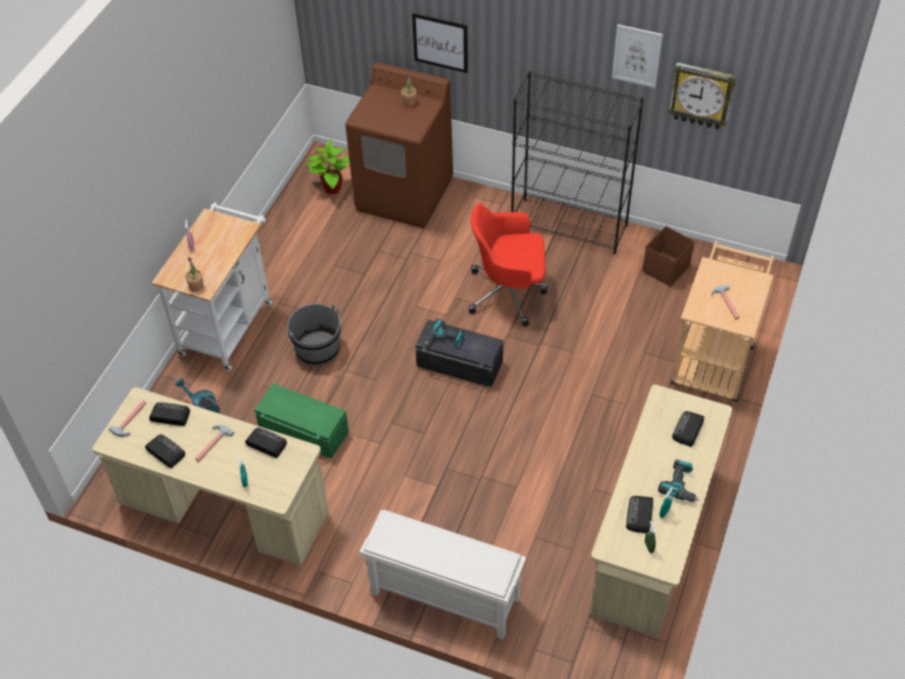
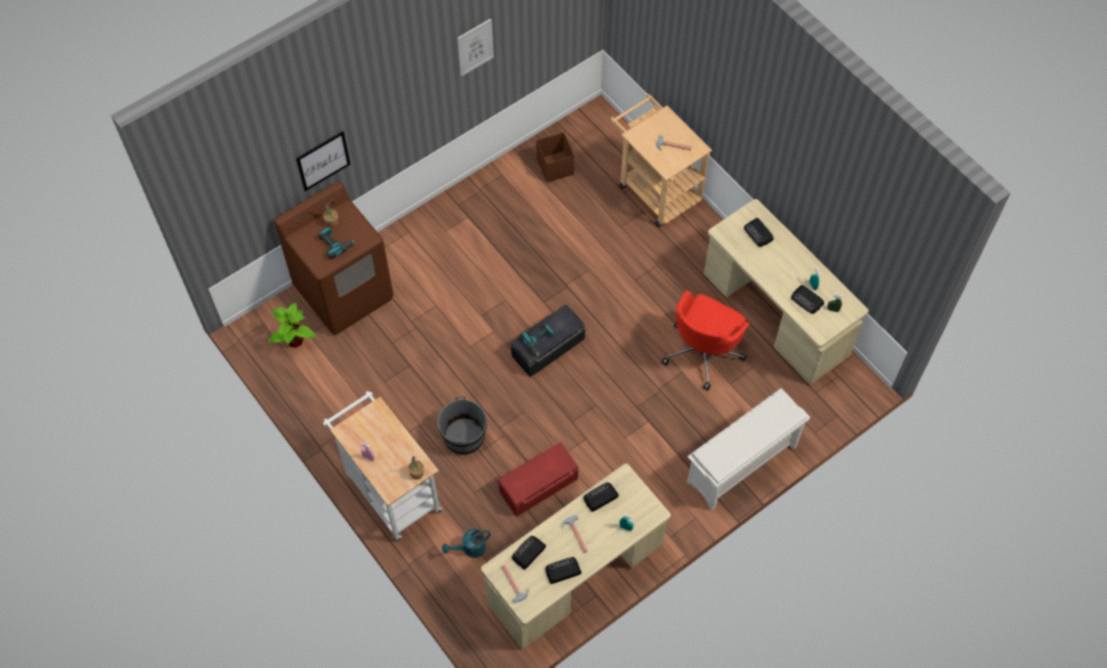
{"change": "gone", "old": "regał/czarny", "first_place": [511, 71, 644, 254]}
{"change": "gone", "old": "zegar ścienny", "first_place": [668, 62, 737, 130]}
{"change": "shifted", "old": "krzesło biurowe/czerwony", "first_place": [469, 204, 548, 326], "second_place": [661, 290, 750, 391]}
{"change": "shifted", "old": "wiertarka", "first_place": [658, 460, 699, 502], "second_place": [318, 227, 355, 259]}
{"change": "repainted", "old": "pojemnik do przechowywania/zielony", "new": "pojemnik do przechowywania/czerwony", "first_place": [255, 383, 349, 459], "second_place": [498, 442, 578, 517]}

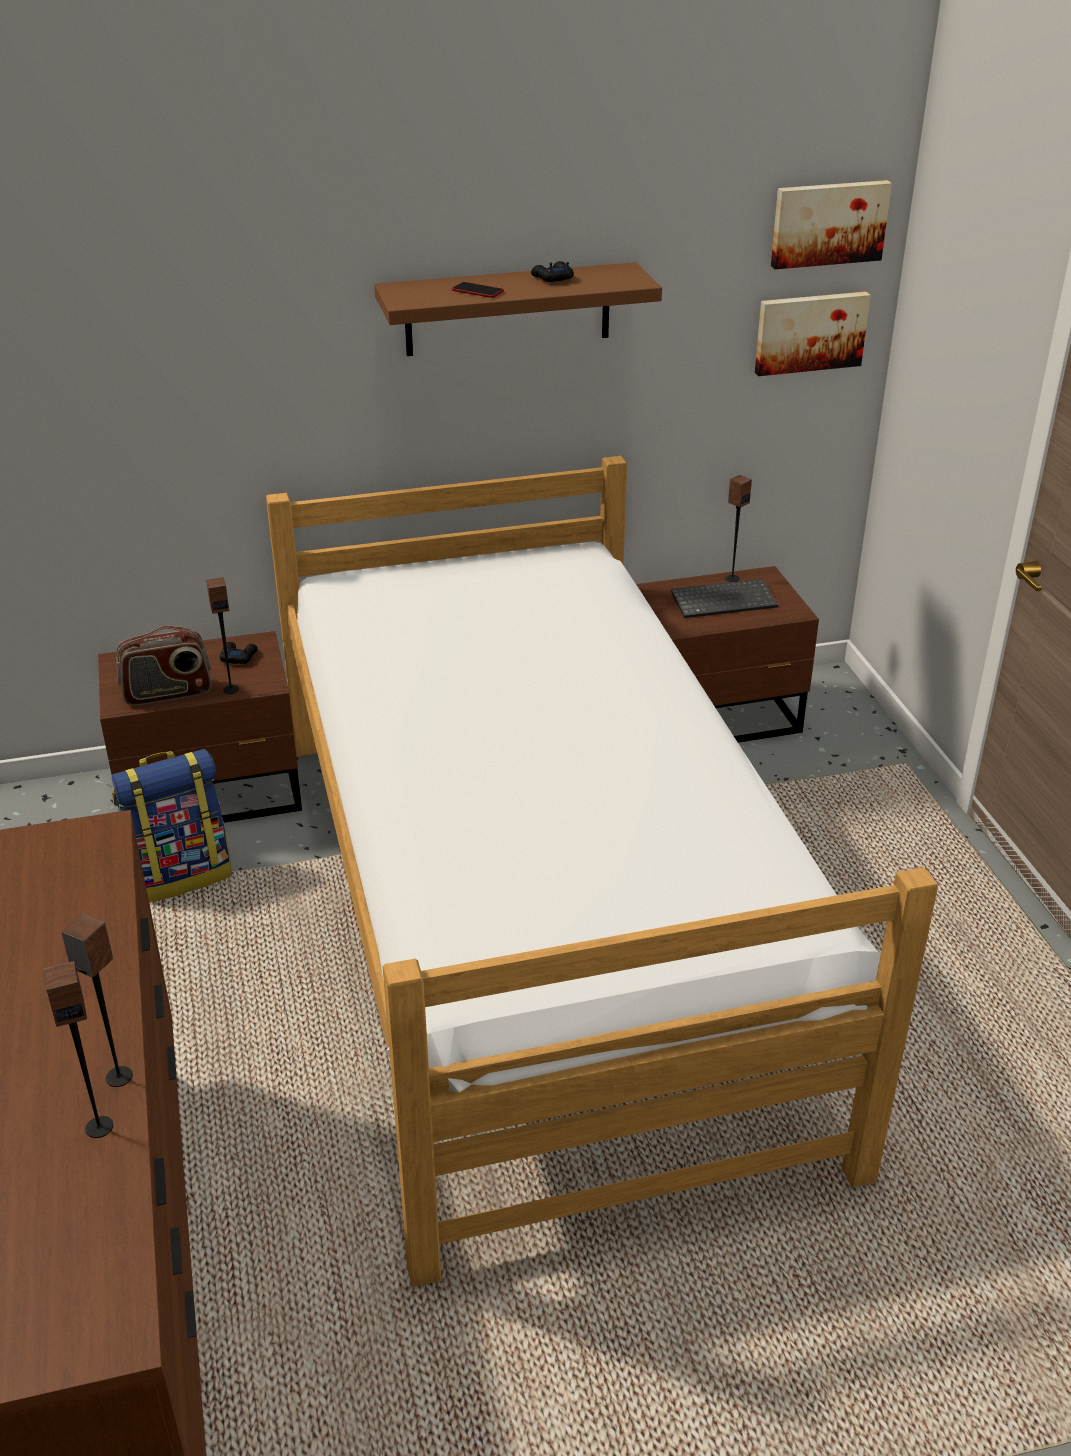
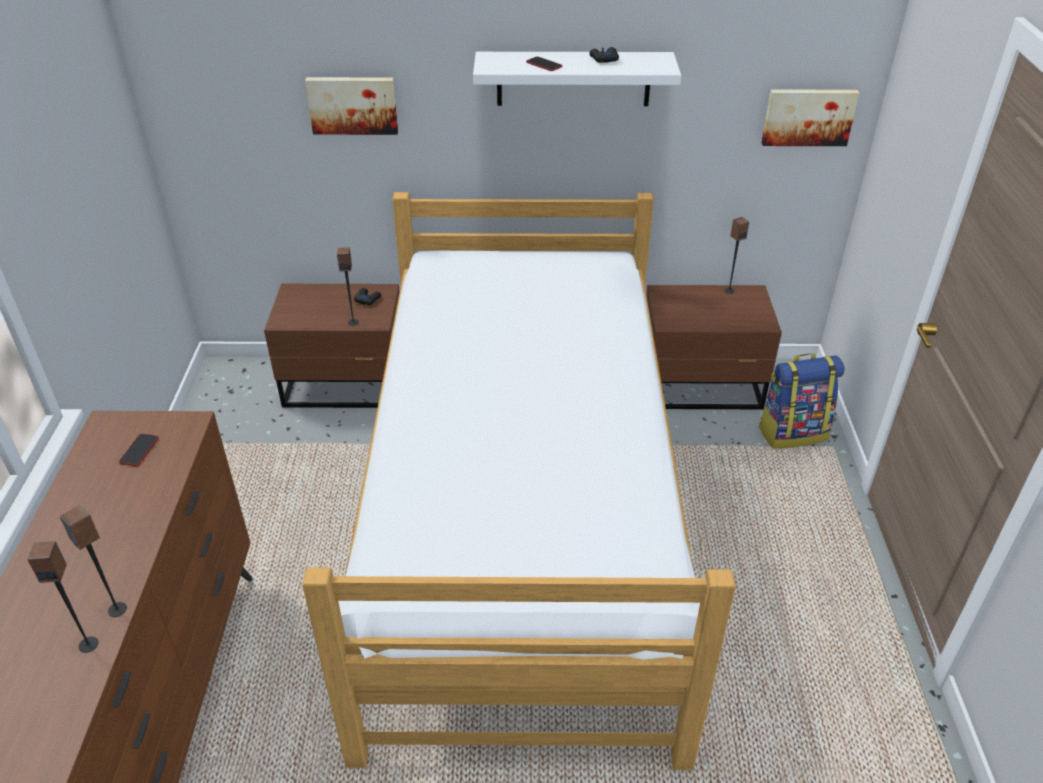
{"change": "gone", "old": "radio", "first_place": [116, 626, 211, 706]}
{"change": "gone", "old": "klawiatura", "first_place": [671, 579, 778, 618]}
{"change": "new", "new": "telefon", "second_place": [119, 434, 159, 466]}
{"change": "shifted", "old": "plecak", "first_place": [112, 749, 232, 902], "second_place": [759, 353, 844, 449]}
{"change": "shifted", "old": "obraz", "first_place": [771, 180, 892, 269], "second_place": [305, 77, 398, 135]}
{"change": "repainted", "old": "półka/brązowy", "new": "półka/biały", "first_place": [374, 262, 662, 356], "second_place": [473, 52, 681, 106]}

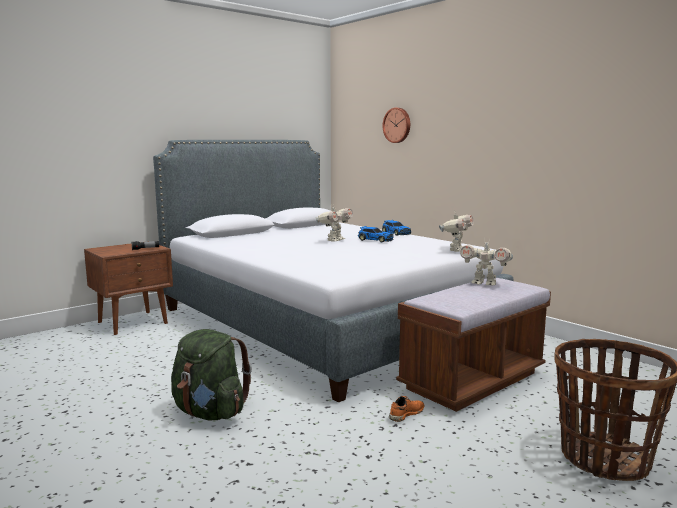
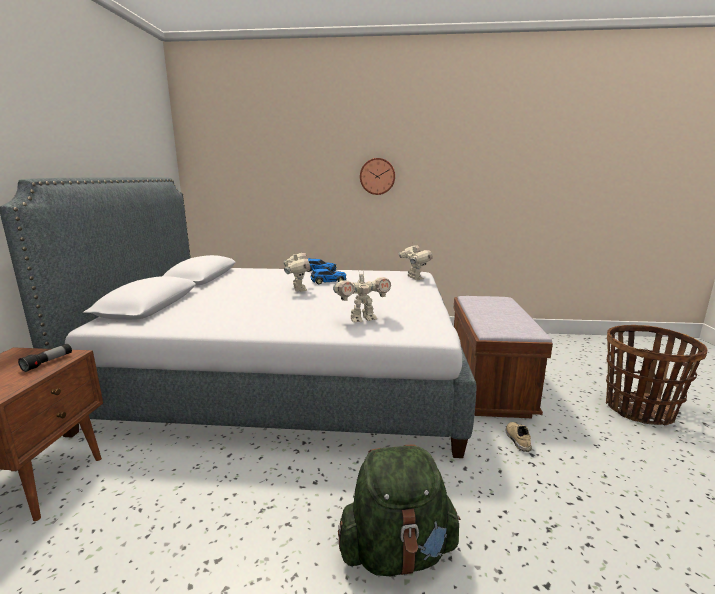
{"change": "shifted", "old": "zegar ścienny", "first_place": [383, 108, 410, 143], "second_place": [360, 158, 395, 195]}
{"change": "shifted", "old": "robot zabawkowy", "first_place": [460, 239, 513, 285], "second_place": [333, 269, 391, 322]}
{"change": "repainted", "old": "but/pomarańczowy", "new": "but/beżowy", "first_place": [389, 396, 424, 422], "second_place": [506, 422, 532, 452]}

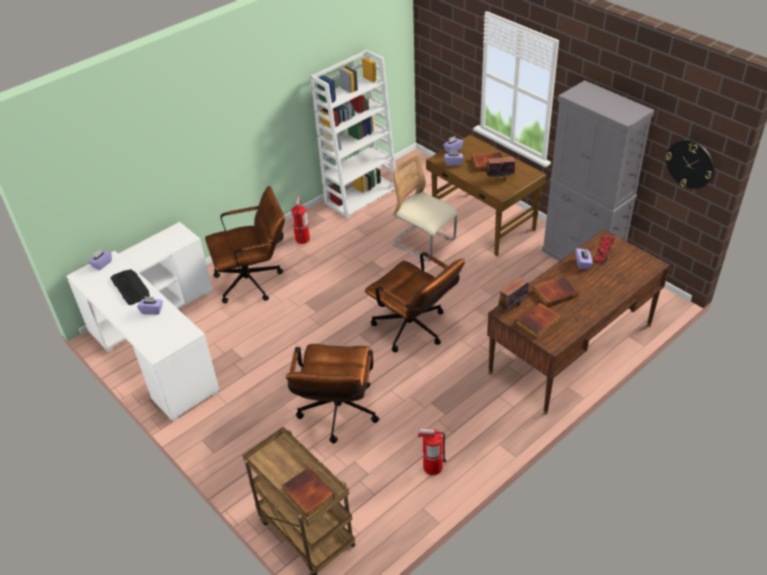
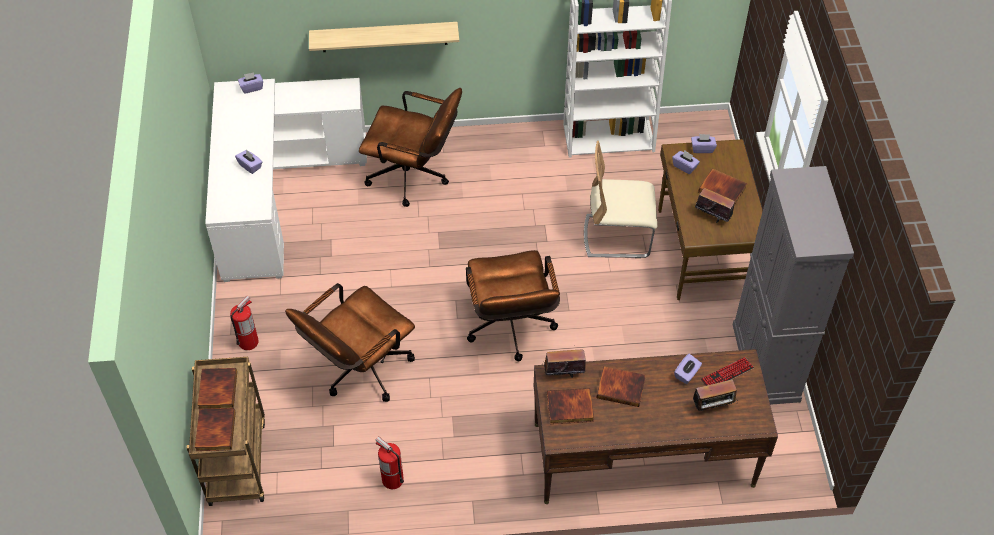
{"change": "gone", "old": "klawiatura", "first_place": [110, 269, 150, 305]}
{"change": "gone", "old": "zegar ścienny", "first_place": [666, 140, 714, 189]}
{"change": "new", "new": "książka", "second_place": [197, 368, 237, 409]}
{"change": "new", "new": "półka", "second_place": [309, 22, 459, 52]}
{"change": "new", "new": "radio", "second_place": [693, 379, 738, 411]}
{"change": "shifted", "old": "gaśnica", "first_place": [291, 196, 310, 244], "second_place": [230, 296, 259, 350]}
{"change": "rotated", "old": "krzesło/beżowy", "first_place": [392, 154, 458, 261], "second_place": [584, 141, 657, 258], "degrees": -75}

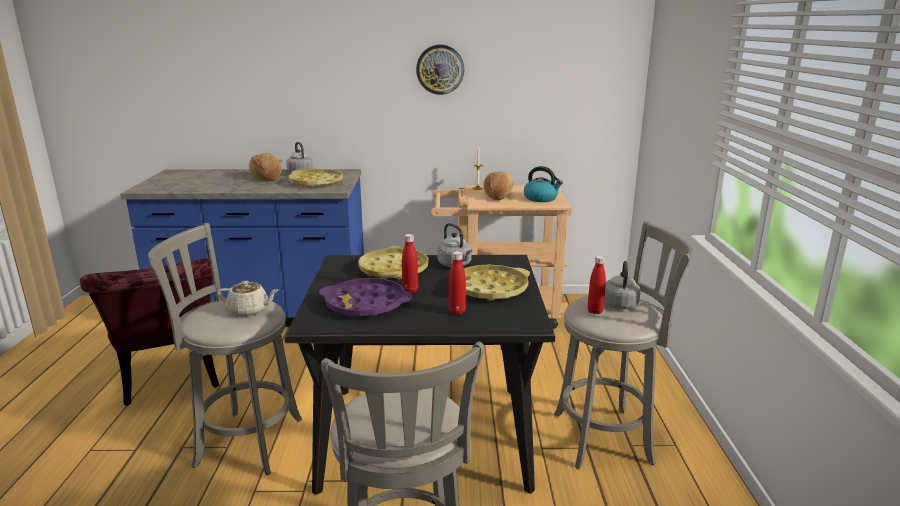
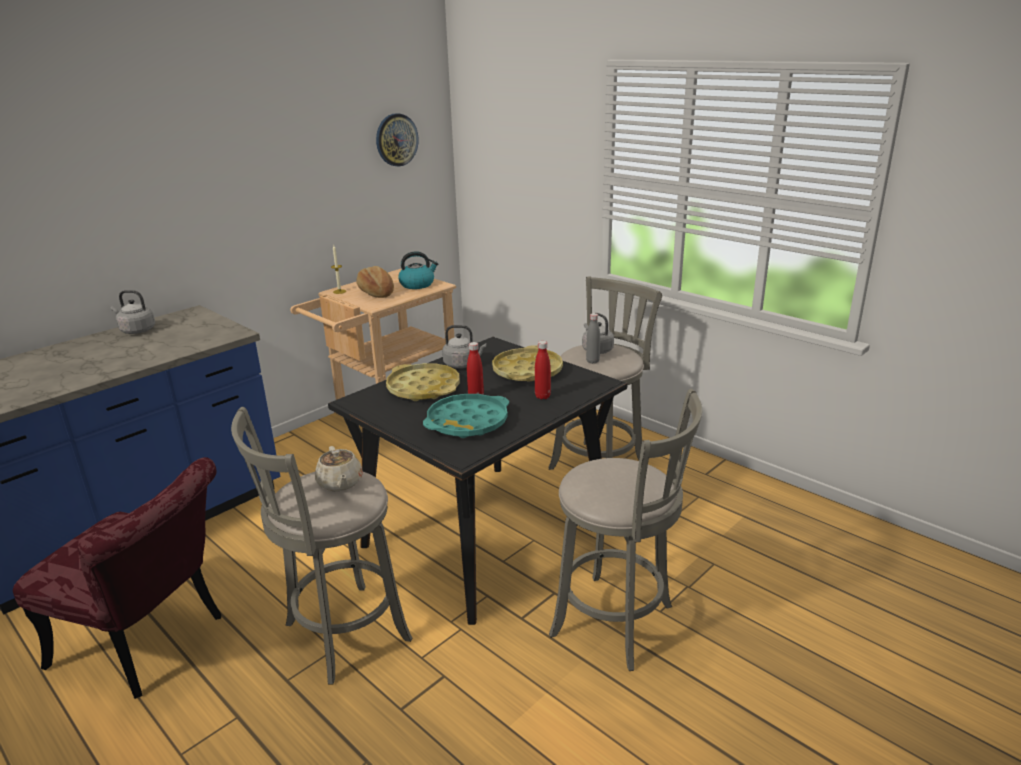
{"change": "gone", "old": "chleb", "first_place": [249, 153, 282, 181]}
{"change": "gone", "old": "taca/żółty", "first_place": [289, 169, 343, 188]}
{"change": "shifted", "old": "zegar ścienny", "first_place": [416, 45, 464, 95], "second_place": [376, 113, 419, 166]}
{"change": "repainted", "old": "taca/fioletowy", "new": "taca/turkusowy", "first_place": [319, 278, 412, 317], "second_place": [423, 394, 509, 438]}
{"change": "repainted", "old": "butelka/czerwony", "new": "butelka/szary", "first_place": [588, 256, 606, 314], "second_place": [586, 313, 600, 364]}
{"change": "rotated", "old": "imbryk/beżowy", "first_place": [217, 281, 279, 316], "second_place": [315, 446, 362, 492], "degrees": 105}

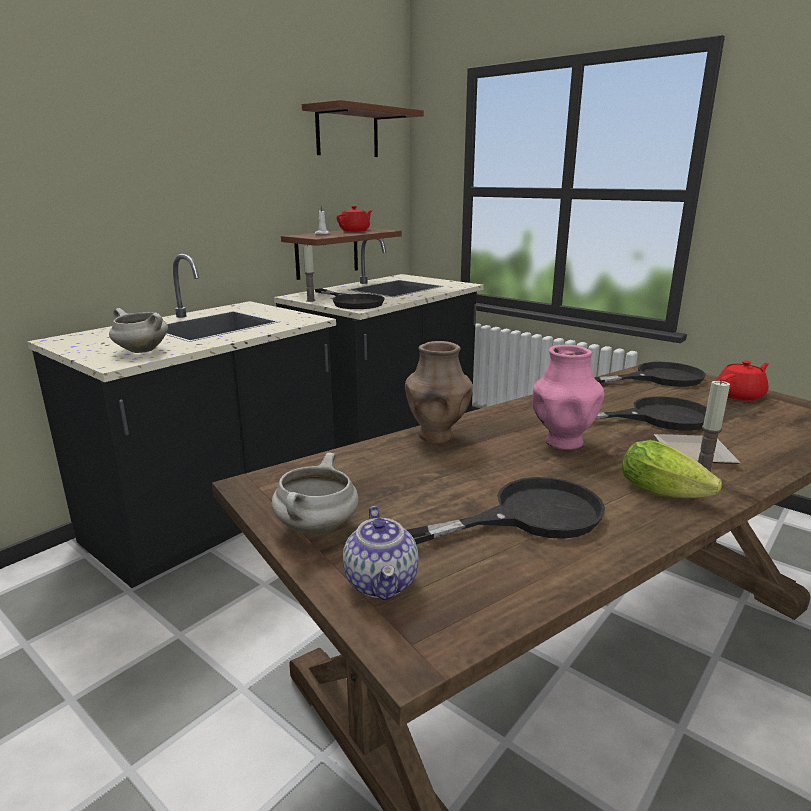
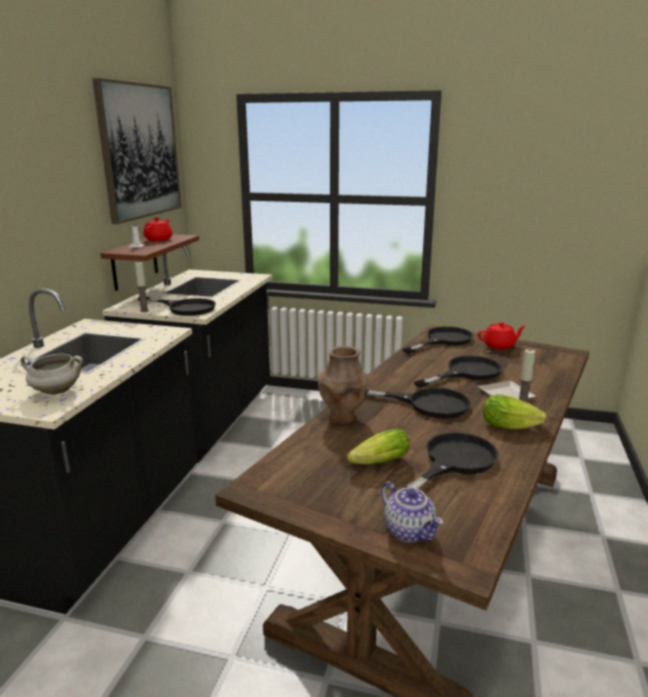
{"change": "gone", "old": "garnek/biały", "first_place": [272, 452, 359, 535]}
{"change": "new", "new": "sałata", "second_place": [347, 429, 410, 464]}
{"change": "swapped", "old": "półka/brązowy", "new": "obraz", "first_place": [302, 100, 424, 157], "second_place": [92, 78, 181, 224]}
{"change": "swapped", "old": "wazon/różowy", "new": "patelnia/czarny", "first_place": [532, 345, 604, 450], "second_place": [365, 387, 471, 419]}
{"change": "rotated", "old": "imbryk/czerwony", "first_place": [716, 360, 769, 401], "second_place": [478, 322, 526, 349], "degrees": 45}

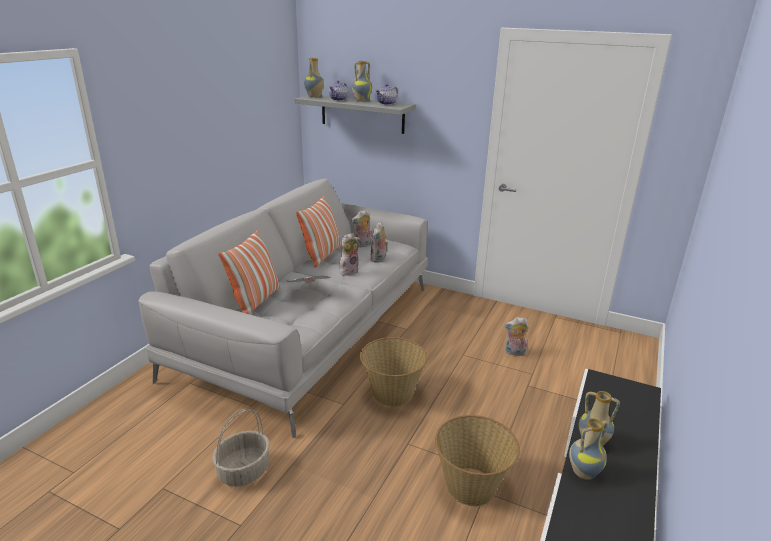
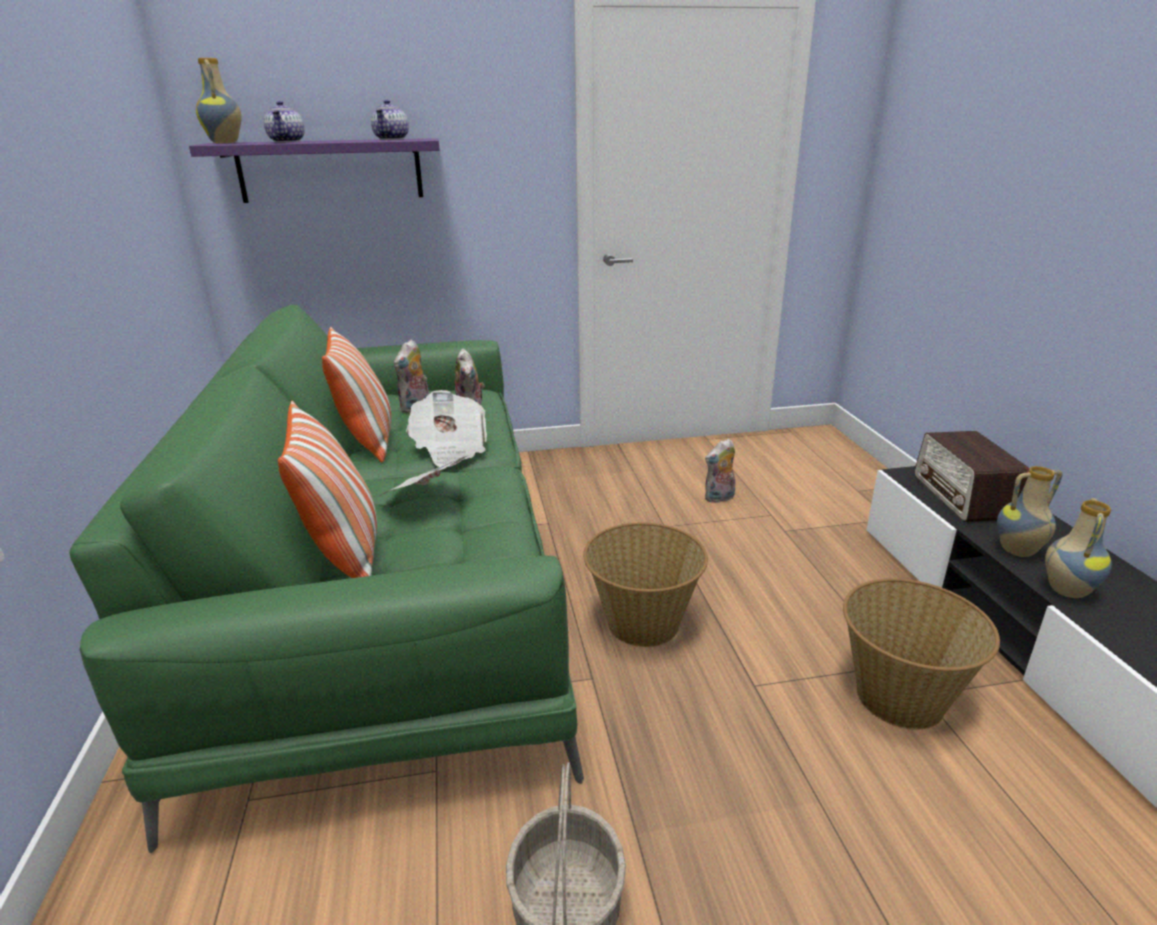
{"change": "gone", "old": "wazon", "first_place": [352, 61, 372, 102]}
{"change": "new", "new": "radio", "second_place": [914, 431, 1029, 522]}
{"change": "swapped", "old": "pluszak", "new": "gazeta", "first_place": [339, 233, 360, 276], "second_place": [406, 390, 487, 467]}
{"change": "repainted", "old": "kanapa/szary", "new": "kanapa/zielony", "first_place": [139, 178, 428, 438], "second_place": [69, 305, 584, 853]}
{"change": "repainted", "old": "półka/szary", "new": "półka/fioletowy", "first_place": [295, 95, 416, 134], "second_place": [189, 138, 440, 203]}

